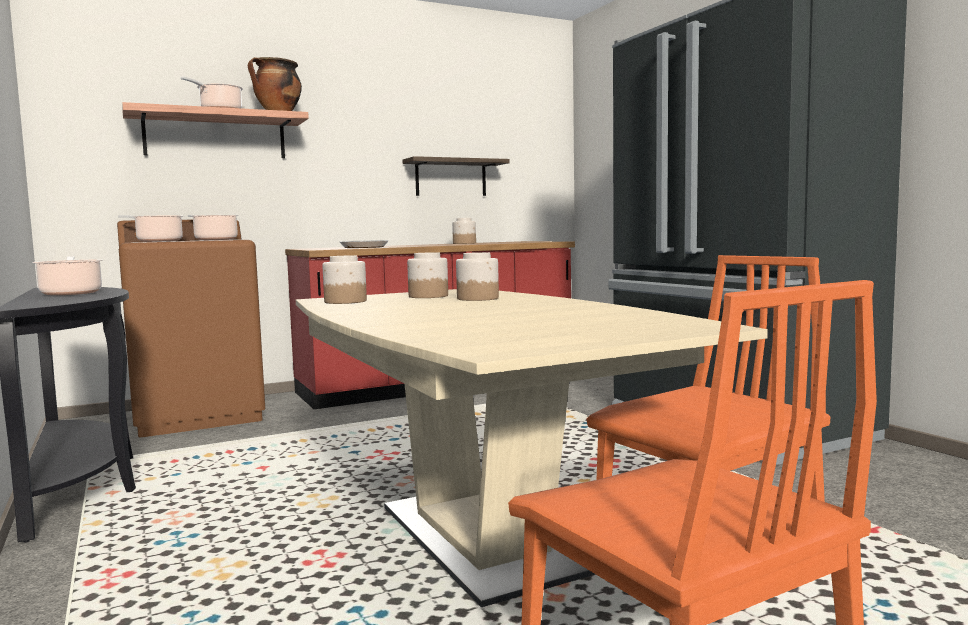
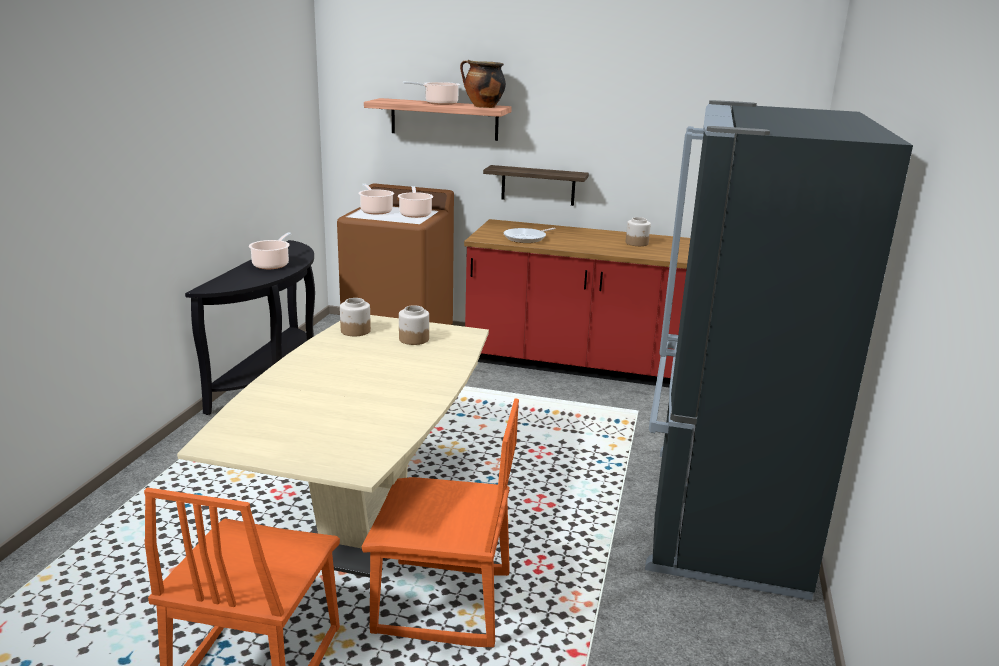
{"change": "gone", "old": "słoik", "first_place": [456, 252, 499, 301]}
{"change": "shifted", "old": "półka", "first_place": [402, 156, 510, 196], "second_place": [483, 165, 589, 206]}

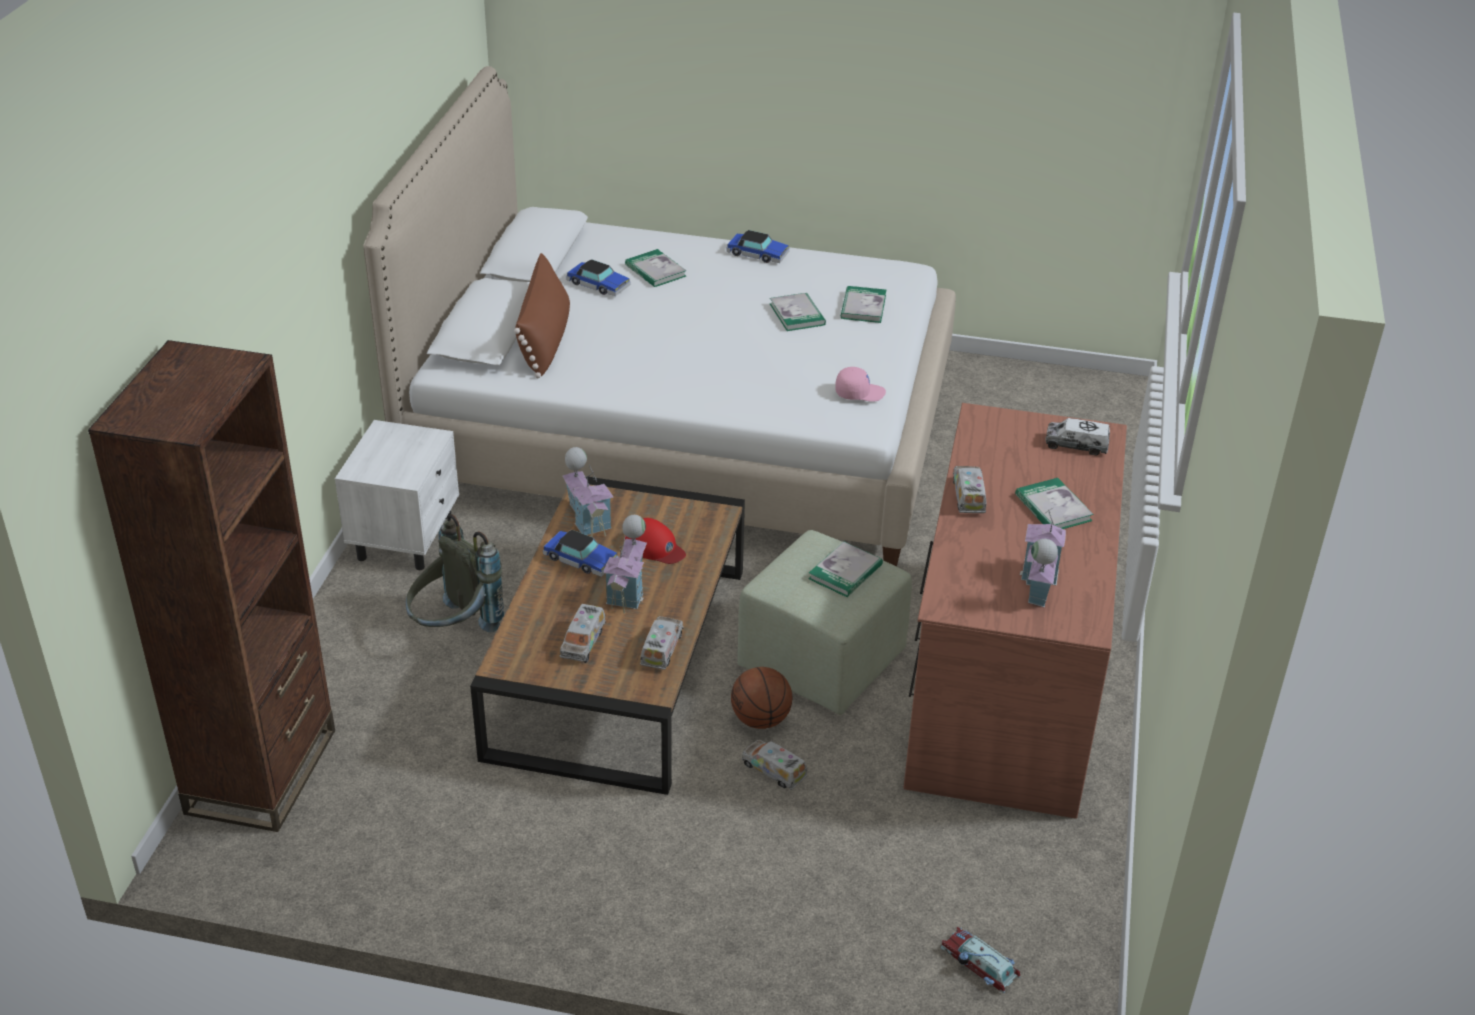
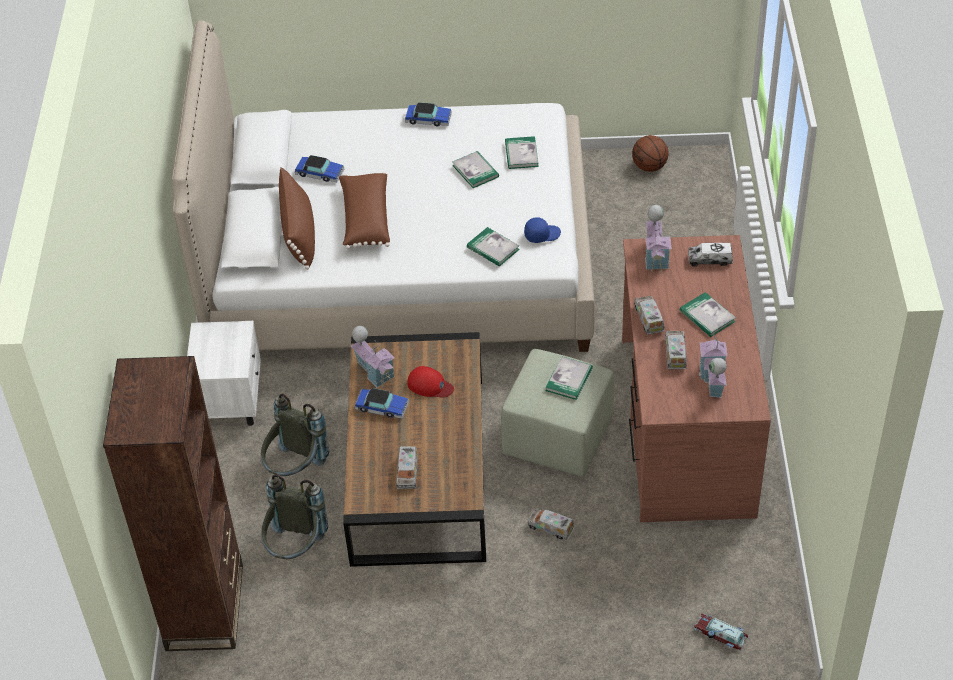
{"change": "new", "new": "plecak/szary", "second_place": [261, 474, 328, 559]}
{"change": "new", "new": "poduszka/brązowy", "second_place": [339, 172, 390, 249]}
{"change": "shifted", "old": "domek", "first_place": [603, 515, 647, 614], "second_place": [645, 205, 672, 274]}
{"change": "shifted", "old": "książka", "first_place": [625, 249, 687, 287], "second_place": [467, 227, 520, 267]}
{"change": "shifted", "old": "ciężarówka zabawkowa", "first_place": [640, 616, 684, 670], "second_place": [665, 331, 687, 369]}
{"change": "shifted", "old": "piłka do koszykówki", "first_place": [731, 667, 792, 729], "second_place": [632, 135, 669, 172]}
{"change": "repainted", "old": "czapka z daszkiem/różowy", "new": "czapka z daszkiem/niebieski", "first_place": [835, 367, 886, 402], "second_place": [524, 217, 561, 243]}

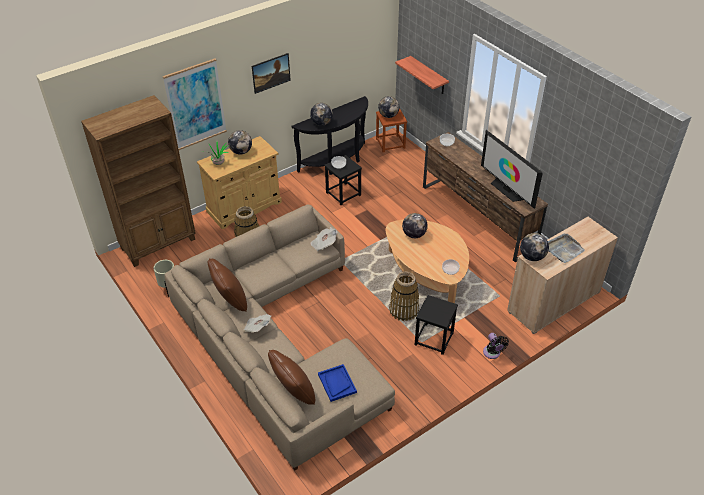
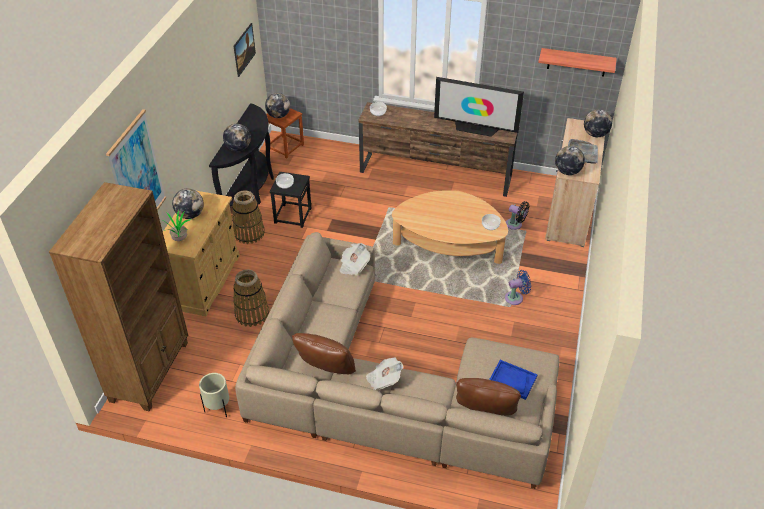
{"change": "shifted", "old": "obraz", "first_place": [252, 53, 291, 94], "second_place": [234, 23, 256, 77]}
{"change": "shifted", "old": "koszyk", "first_place": [389, 271, 419, 321], "second_place": [232, 190, 265, 244]}
{"change": "shifted", "old": "półka", "first_place": [395, 56, 449, 94], "second_place": [538, 48, 617, 77]}
{"change": "shifted", "old": "globus", "first_place": [402, 213, 428, 238], "second_place": [584, 109, 612, 137]}
{"change": "shifted", "old": "wentylator/czarny", "first_place": [483, 333, 509, 359], "second_place": [506, 201, 529, 230]}
{"change": "swapped", "old": "stołek/czarny", "new": "wentylator/niebieski", "first_place": [415, 295, 458, 355], "second_place": [505, 270, 531, 305]}

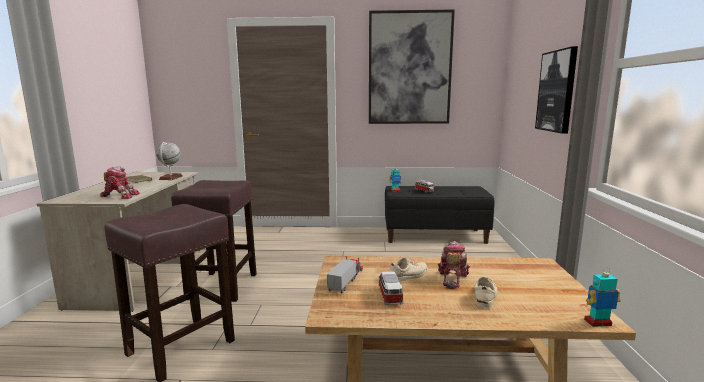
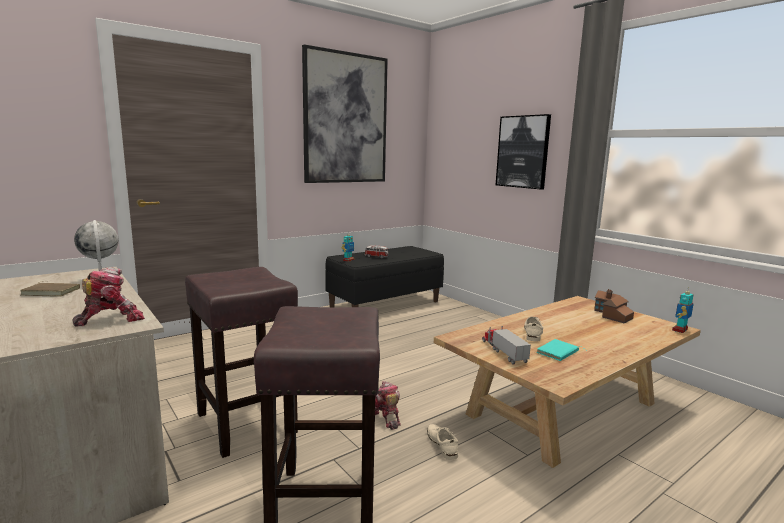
{"change": "new", "new": "domek", "second_place": [594, 289, 634, 323]}
{"change": "shifted", "old": "robot zabawkowy", "first_place": [438, 241, 470, 289], "second_place": [375, 381, 401, 430]}
{"change": "shifted", "old": "but/beżowy", "first_place": [474, 277, 498, 308], "second_place": [427, 424, 458, 460]}
{"change": "swapped", "old": "samochodzik", "new": "książka/turkusowy", "first_place": [378, 271, 404, 306], "second_place": [537, 339, 587, 361]}

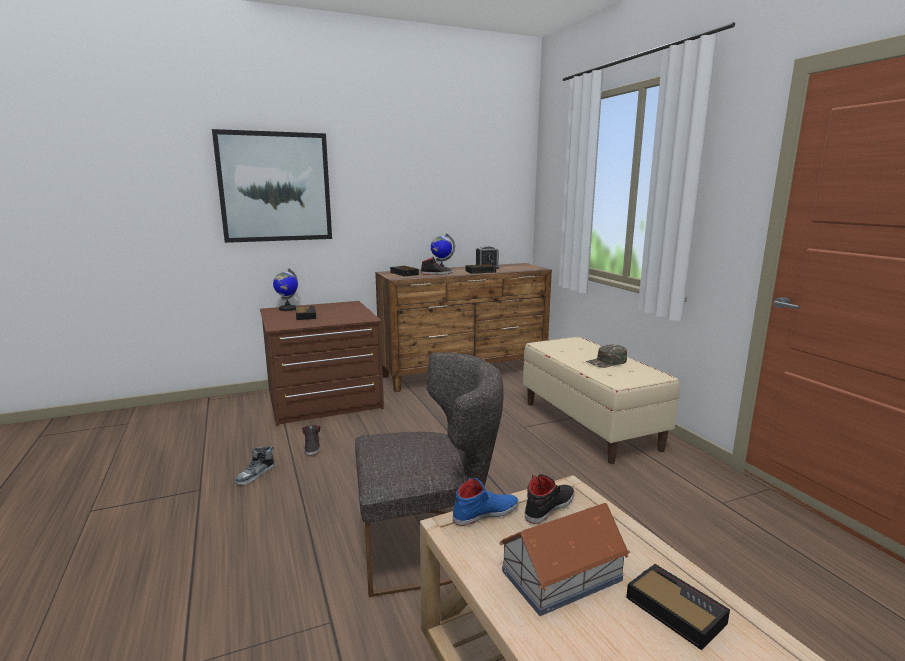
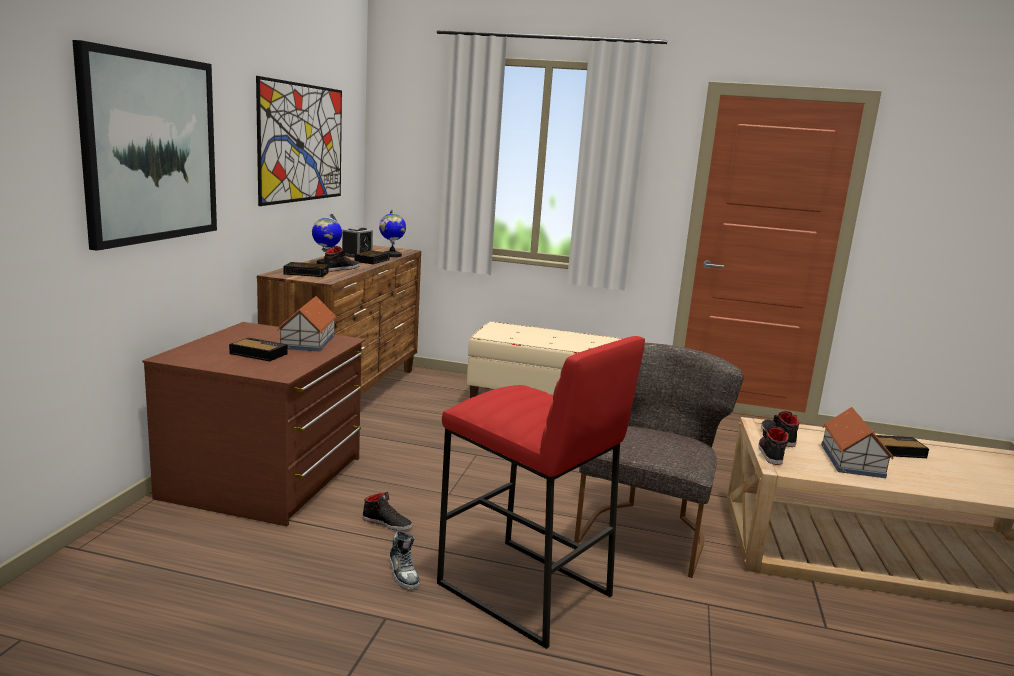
{"change": "gone", "old": "czapka z daszkiem/zielony", "first_place": [586, 345, 627, 368]}
{"change": "new", "new": "obraz", "second_place": [256, 76, 342, 206]}
{"change": "new", "new": "domek", "second_place": [277, 296, 337, 352]}
{"change": "new", "new": "stołek/czerwony", "second_place": [437, 336, 645, 649]}
{"change": "shifted", "old": "globus", "first_place": [273, 269, 298, 311], "second_place": [379, 210, 406, 257]}
{"change": "repainted", "old": "but/niebieski", "new": "but/czarny", "first_place": [453, 477, 519, 526], "second_place": [758, 426, 790, 465]}

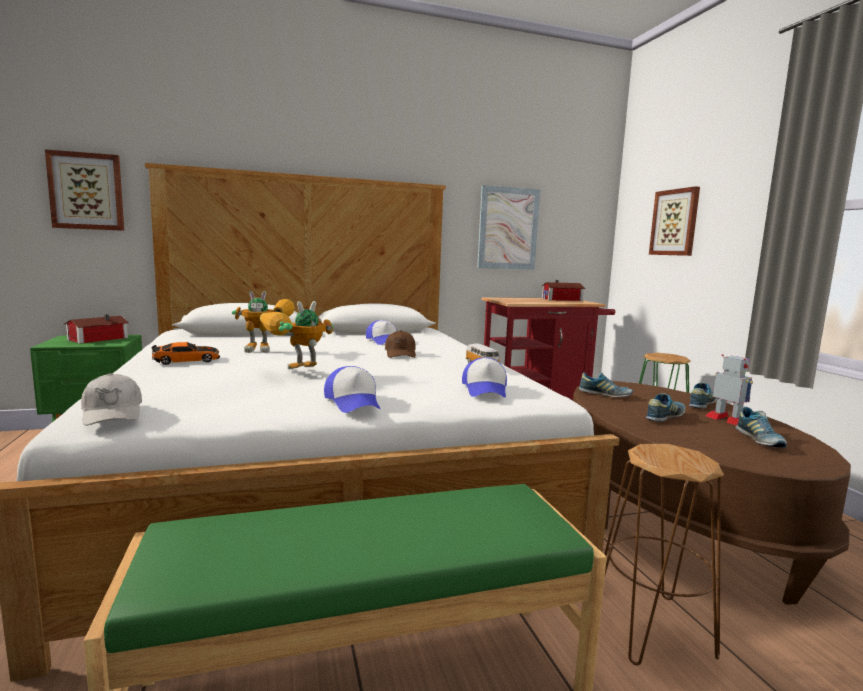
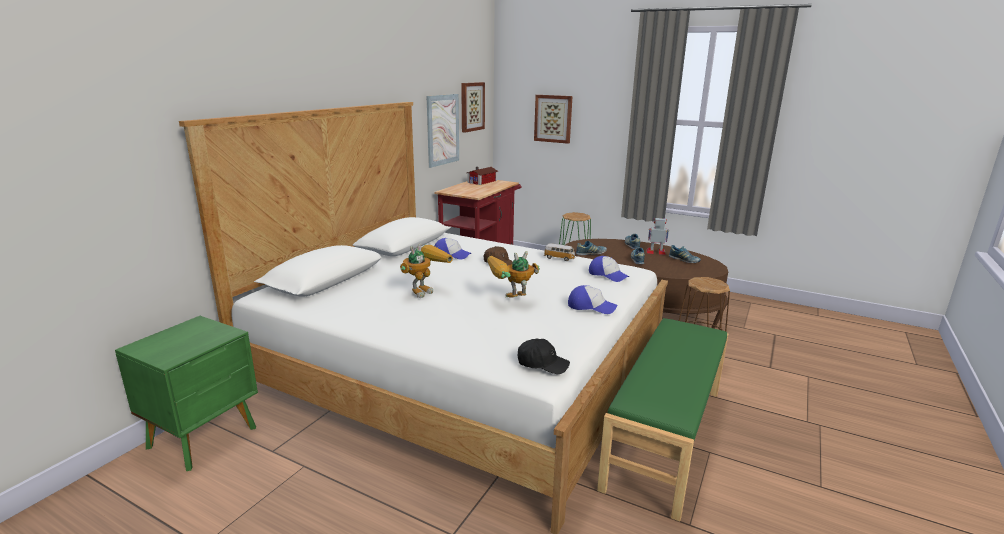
{"change": "gone", "old": "domek", "first_place": [64, 314, 129, 343]}
{"change": "gone", "old": "samochodzik", "first_place": [151, 342, 220, 365]}
{"change": "shifted", "old": "obraz", "first_place": [45, 149, 124, 231], "second_place": [461, 82, 485, 132]}
{"change": "repainted", "old": "czapka z daszkiem/biały", "new": "czapka z daszkiem/czarny", "first_place": [81, 373, 142, 426], "second_place": [518, 339, 570, 374]}
{"change": "rotated", "old": "robot zabawkowy", "first_place": [260, 301, 334, 369], "second_place": [487, 251, 540, 297], "degrees": 60}

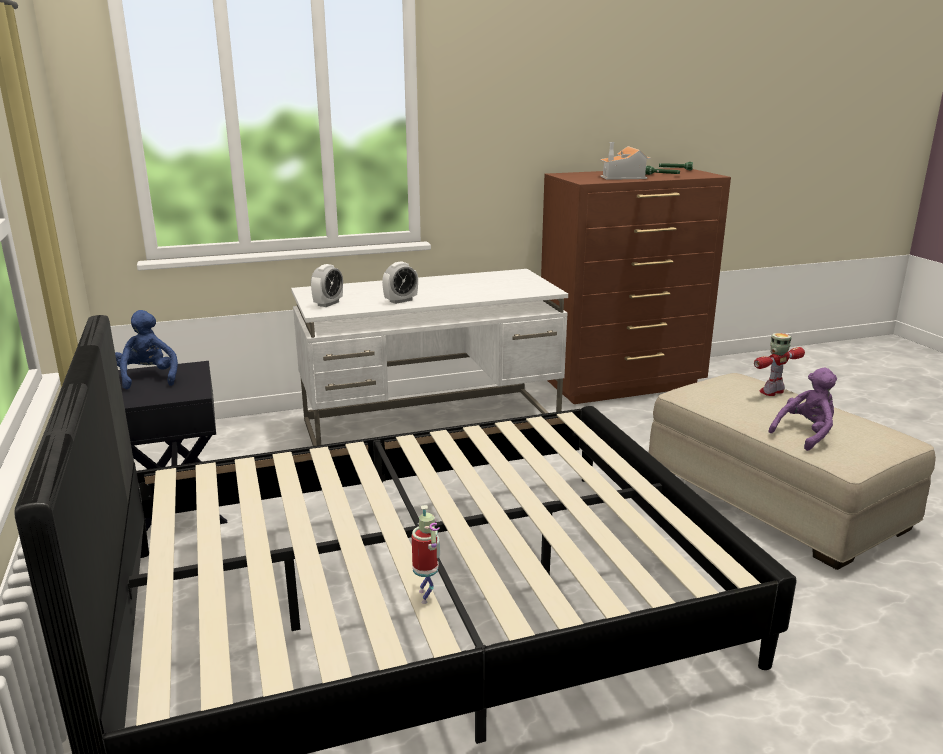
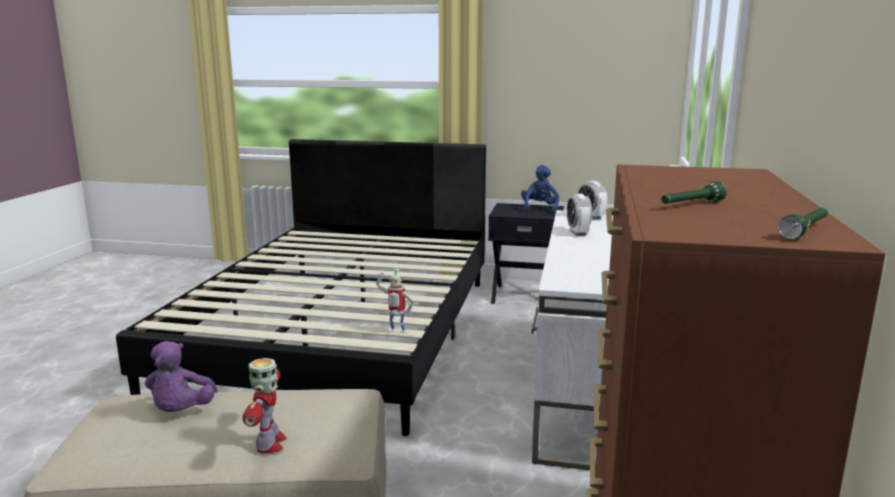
{"change": "gone", "old": "domek", "first_place": [600, 142, 651, 180]}
{"change": "shifted", "old": "robot zabawkowy", "first_place": [412, 505, 440, 604], "second_place": [376, 269, 414, 333]}
{"change": "rotated", "old": "pluszak/niebieski", "first_place": [115, 310, 178, 389], "second_place": [521, 165, 559, 214], "degrees": -90}

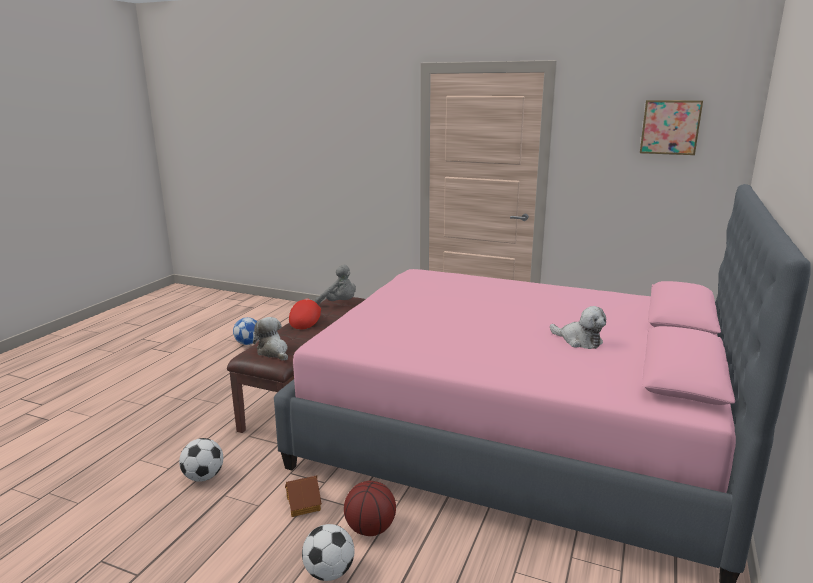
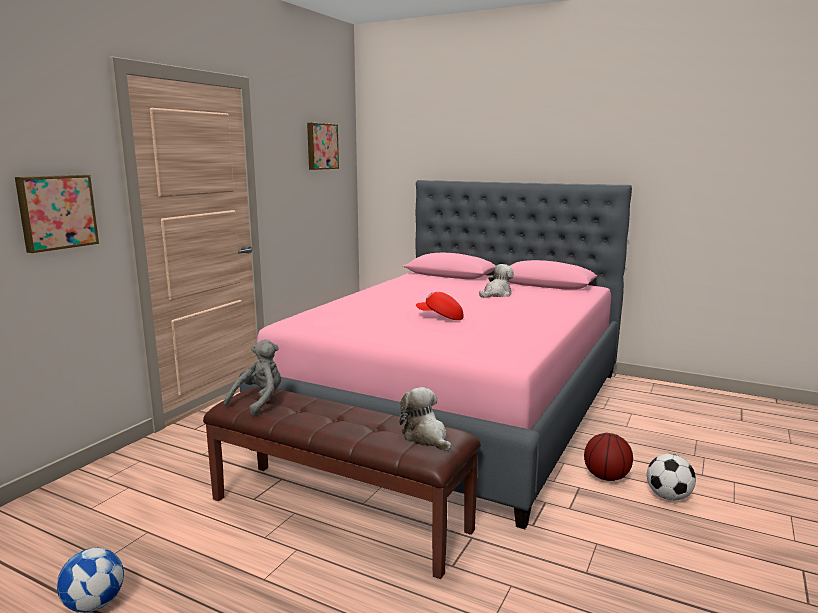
{"change": "gone", "old": "piłka futbolowa", "first_place": [179, 438, 223, 482]}
{"change": "gone", "old": "domek", "first_place": [285, 475, 322, 517]}
{"change": "new", "new": "obraz", "second_place": [15, 175, 99, 253]}
{"change": "shifted", "old": "czapka z daszkiem/czerwony", "first_place": [289, 299, 321, 329], "second_place": [416, 292, 463, 320]}
{"change": "rotated", "old": "pluszak", "first_place": [253, 317, 288, 360], "second_place": [399, 387, 451, 451], "degrees": 90}

